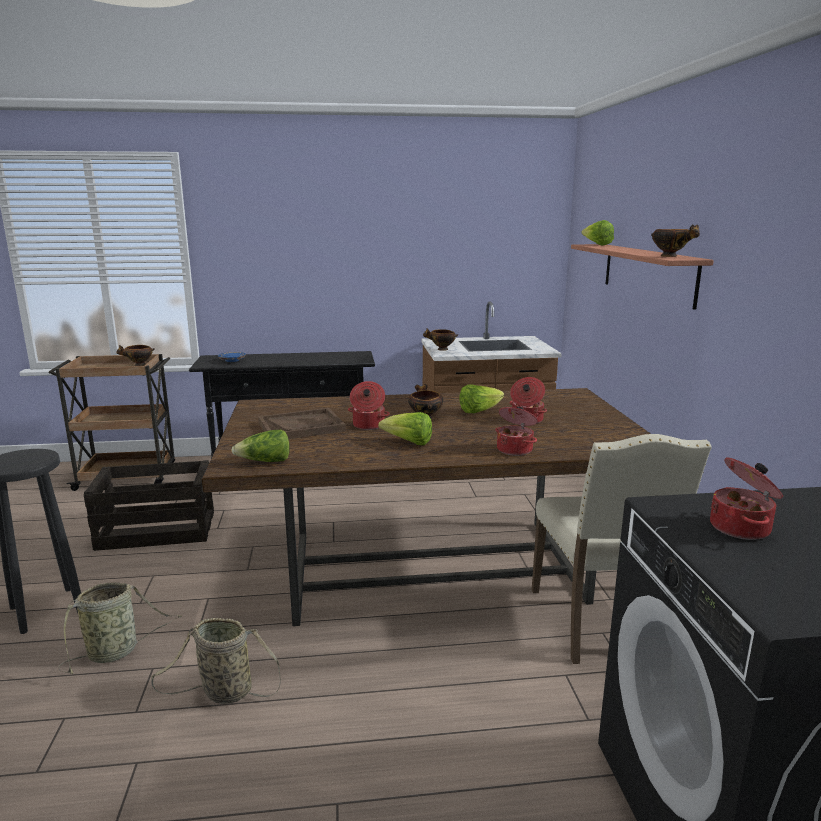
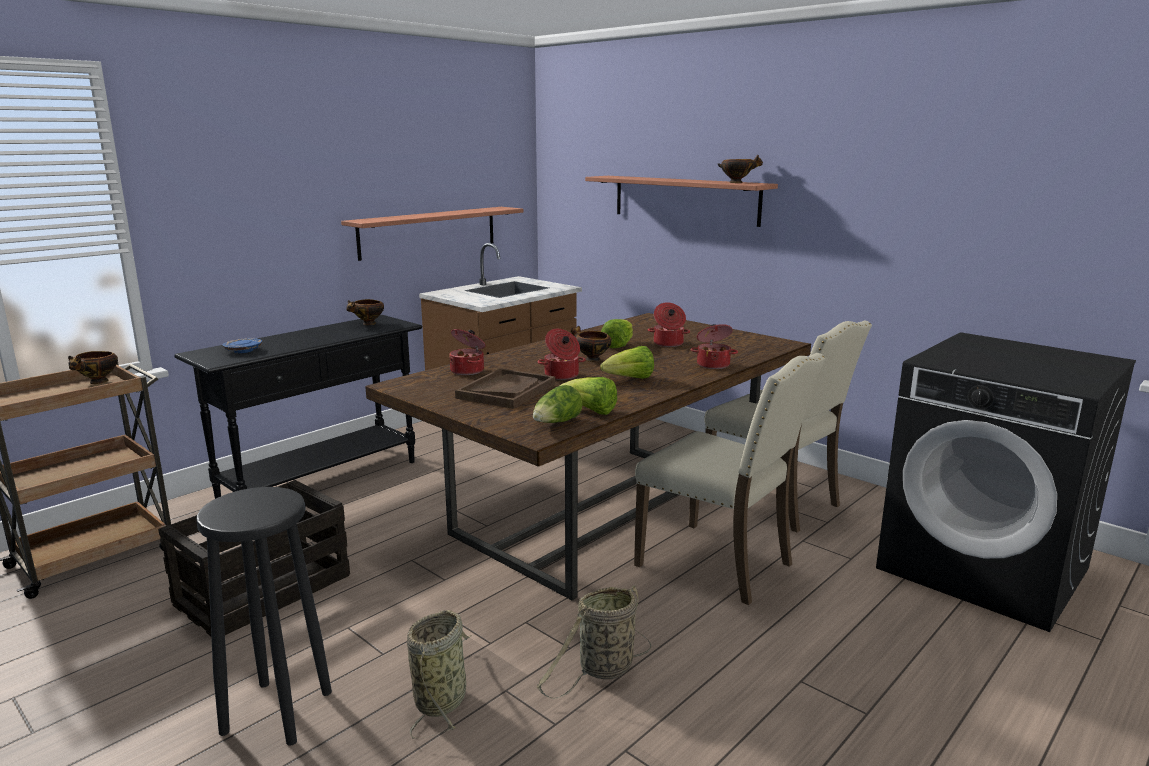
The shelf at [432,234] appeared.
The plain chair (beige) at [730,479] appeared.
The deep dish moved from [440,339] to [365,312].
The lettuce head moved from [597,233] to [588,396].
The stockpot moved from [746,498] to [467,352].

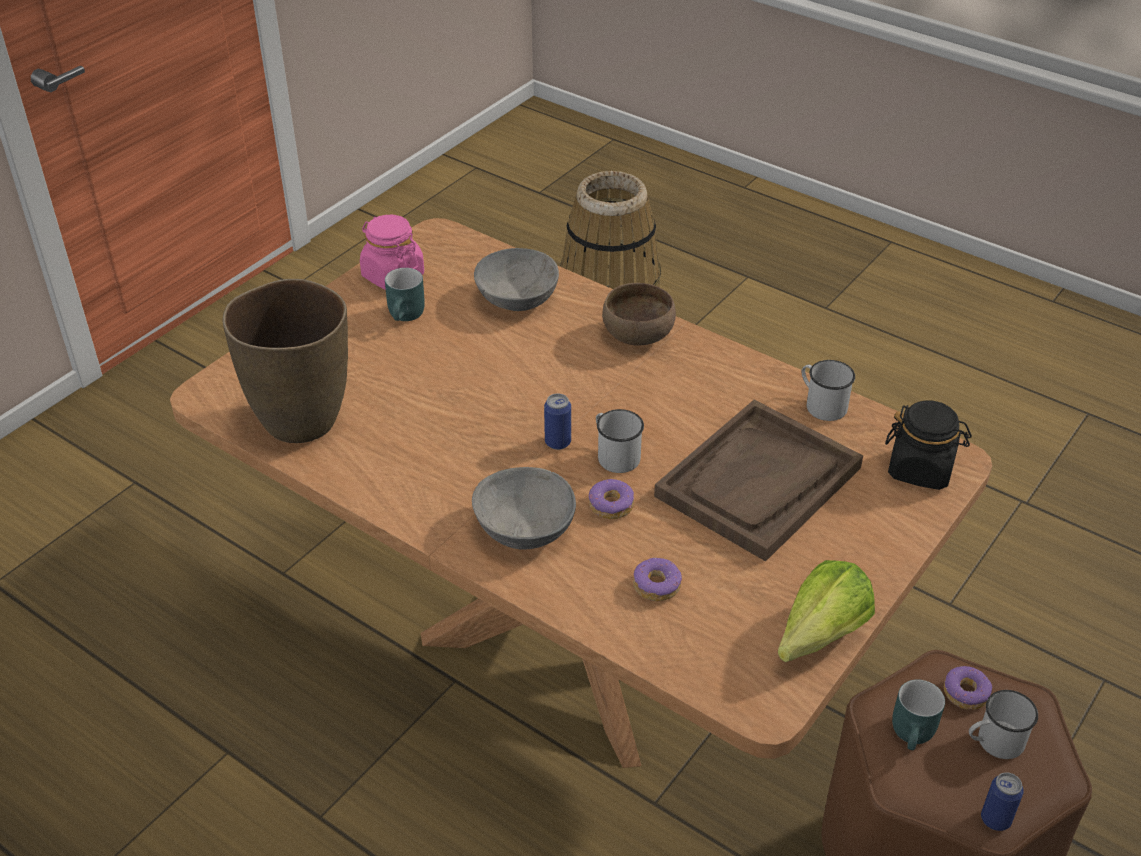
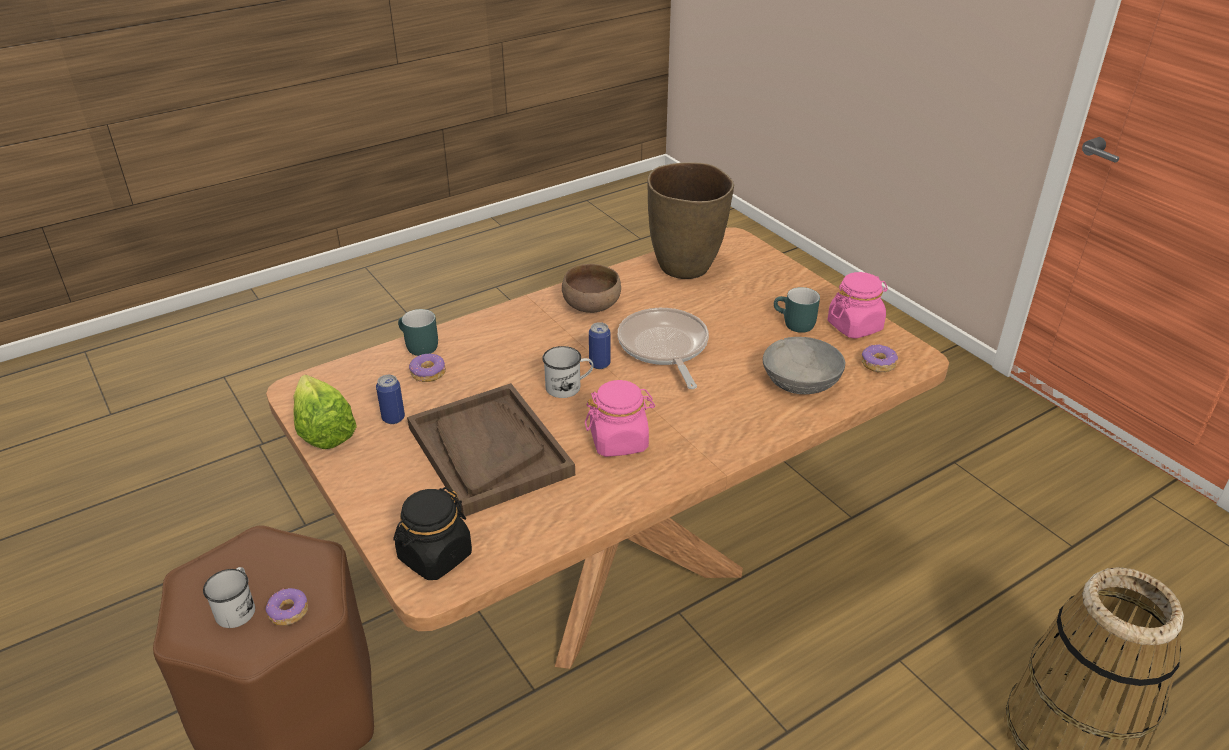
The deep dish (greyish) at [524,508] disappeared.
The tea mug (whitish) at [828,390] disappeared.
The preserve jar (pink-coloured) at [620,418] appeared.
The pan at [663,348] appeared.
The doughnut moved from [611,499] to [879,358].
The deep dish (brown-coloured) moved from [639,314] to [591,288].
The tea mug (blue-green) moved from [918,714] to [418,332].
The metal can moved from [1002,801] to [390,399].

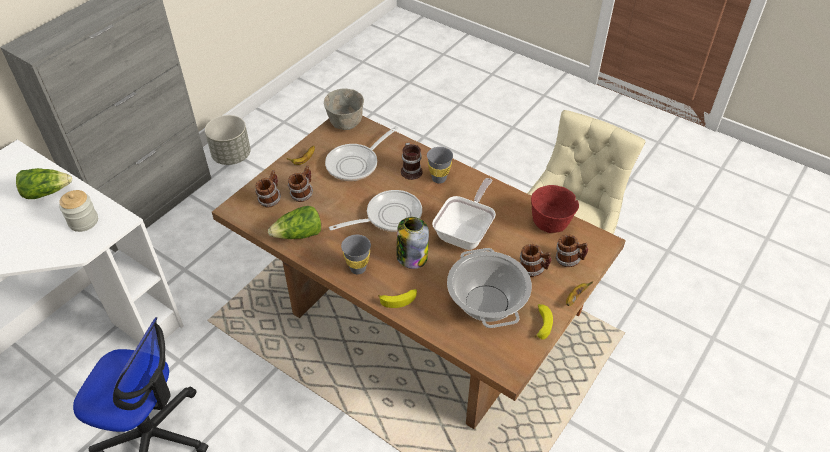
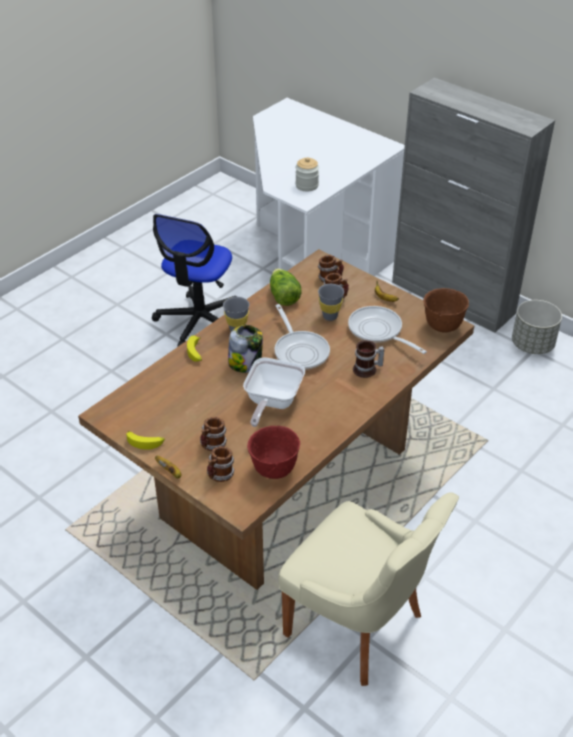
The lettuce head at [44,183] disappeared.
The stockpot at [489,288] disappeared.
The small cup (greyish) moved from [440,165] to [331,302].
The deep dish (greyish) at [344,109] became the deep dish (brown-coloured) at [446,310].
The pan at [464,214] turned 75 degrees clockwise.

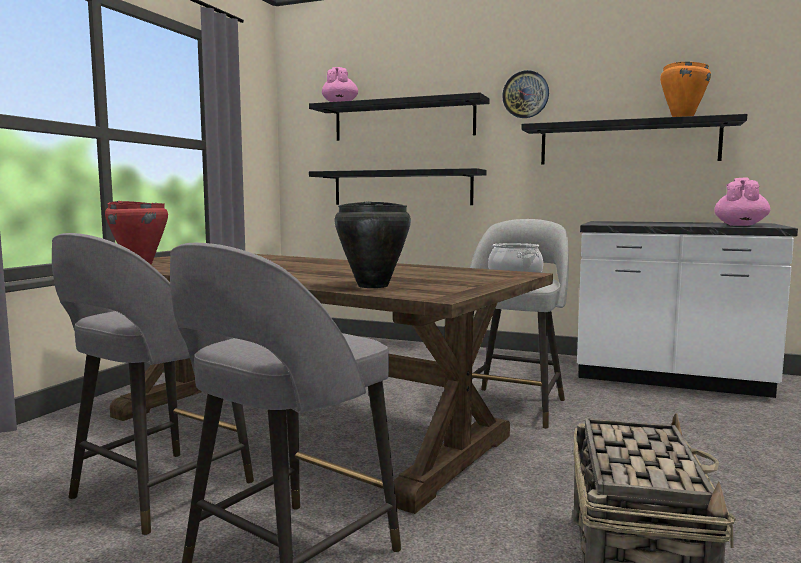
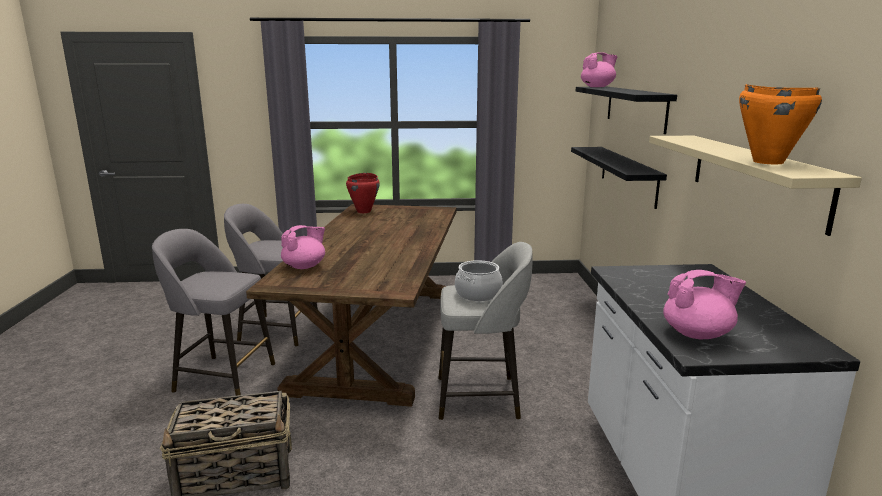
The wall clock at [525,94] disappeared.
The stockpot (black) at [373,244] was replaced by the tea pot (pink-coloured) at [303,247].
The shelf (black) at [634,139] became the shelf (beige) at [755,186].

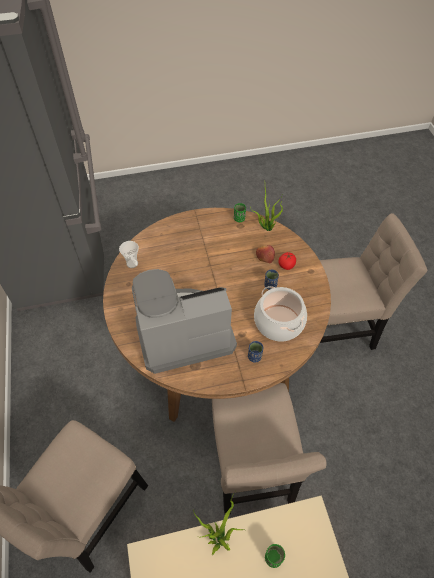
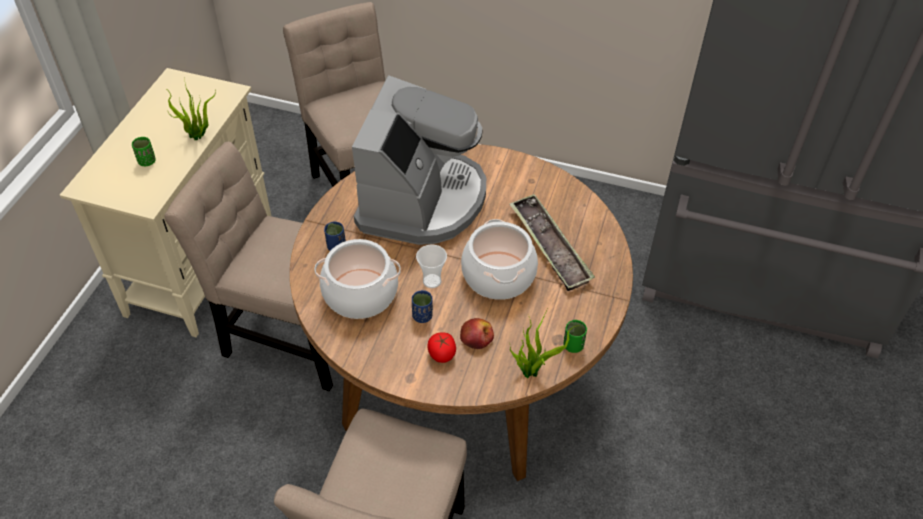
The stockpot at [499,259] appeared.
The serving tray at [552,242] appeared.
The small cup moved from [129,254] to [431,266].

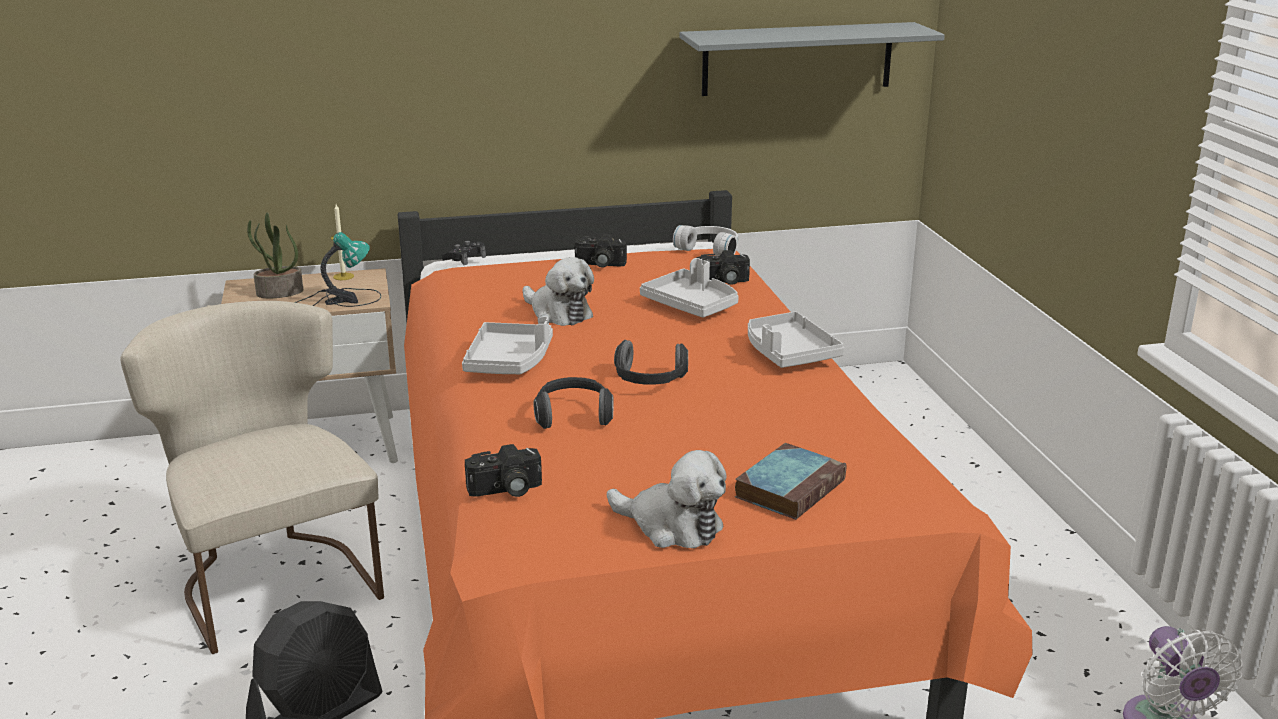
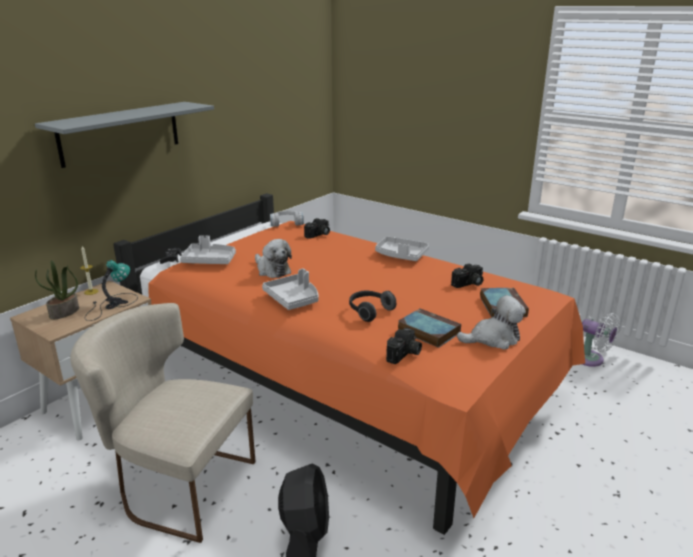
The headset at [651,362] disappeared.
The book at [429,328] appeared.
The still camera moved from [601,251] to [467,276].
The serving tray (greyish) moved from [689,288] to [208,249].
The shelf (greyish) moved from [812,59] to [124,135].
The plush toy at [558,291] turned 45 degrees clockwise.

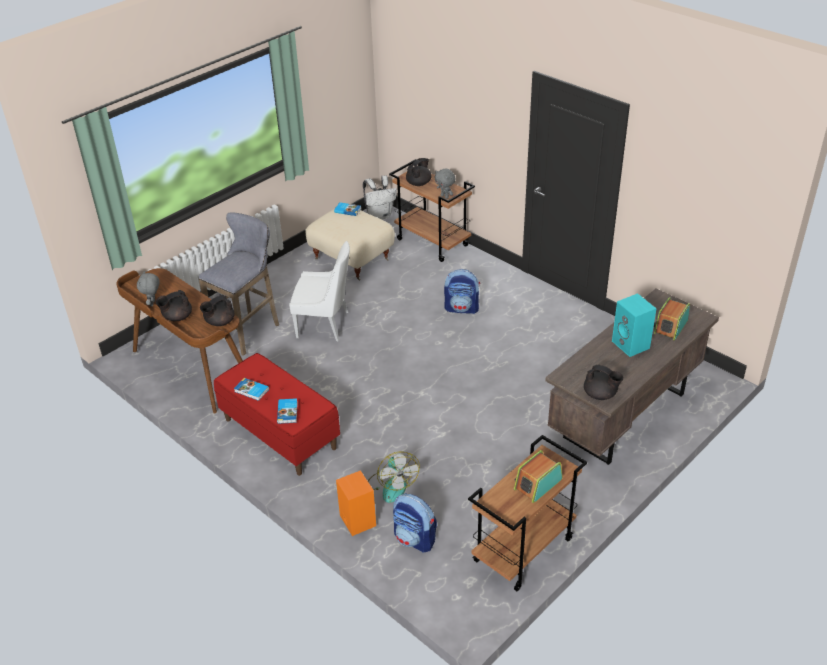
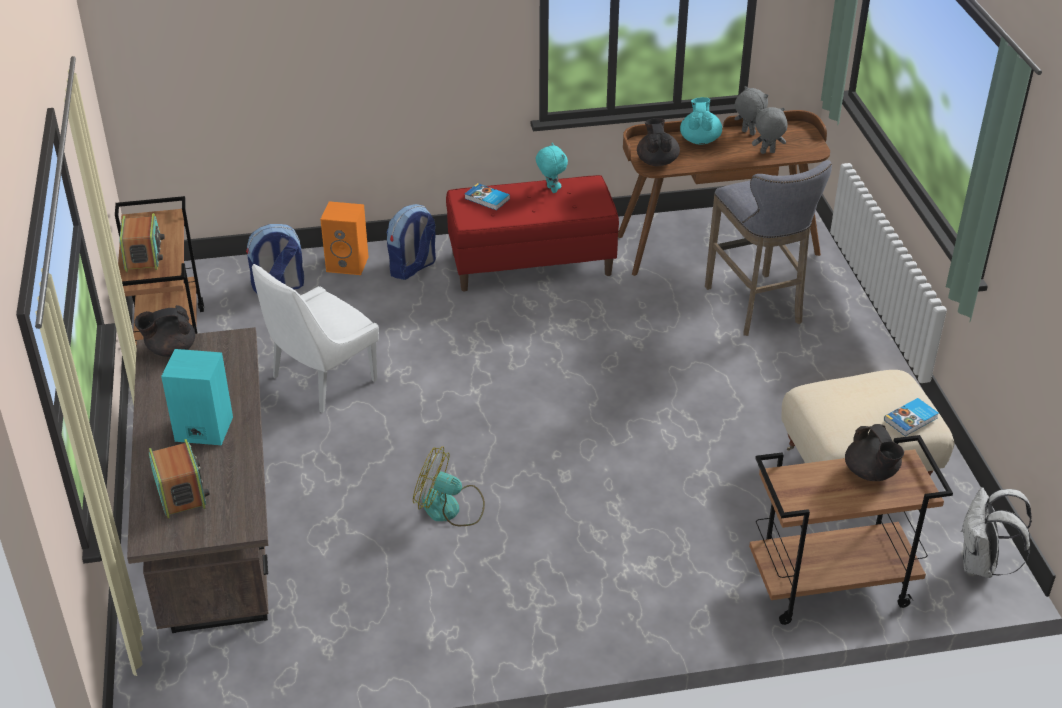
The plain chair (whitish) moved from [319,291] to [315,338].
The cooling fan moved from [394,477] to [449,486].
The plush toy (greyish) moved from [444,184] to [770,130].
The knapsack moved from [462,291] to [411,242].
The book at [251,389] was replaced by the plush toy (blue-green) at [552,168].
The tea pot (black) at [174,305] became the tea pot (blue-green) at [701,121].

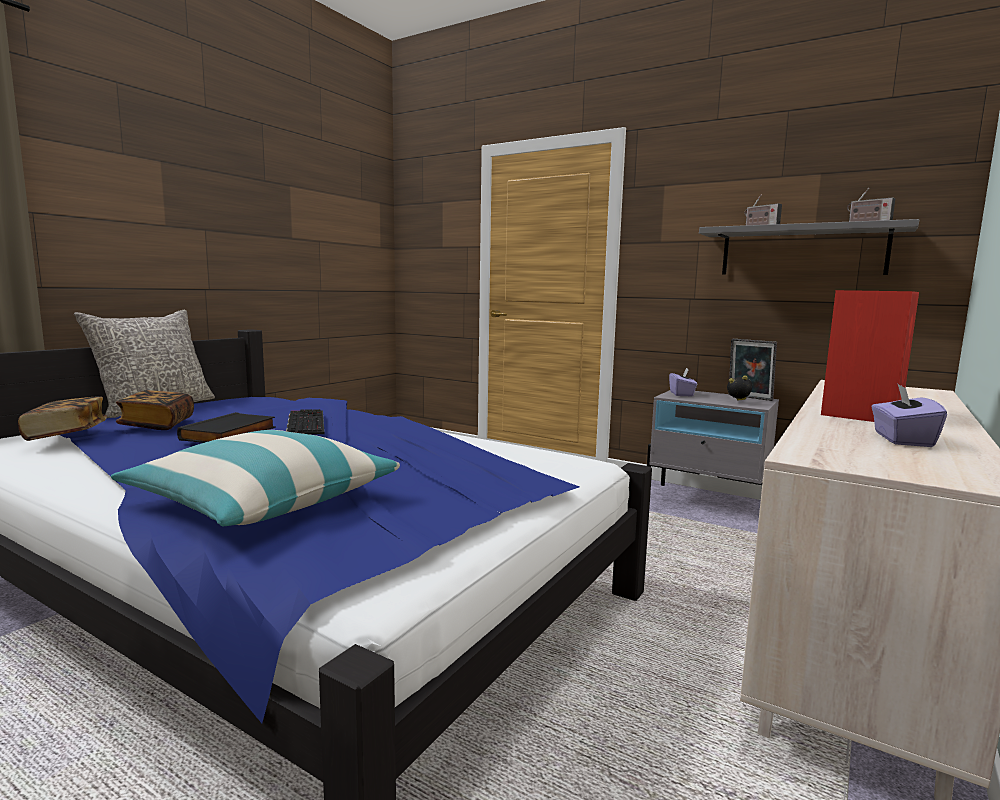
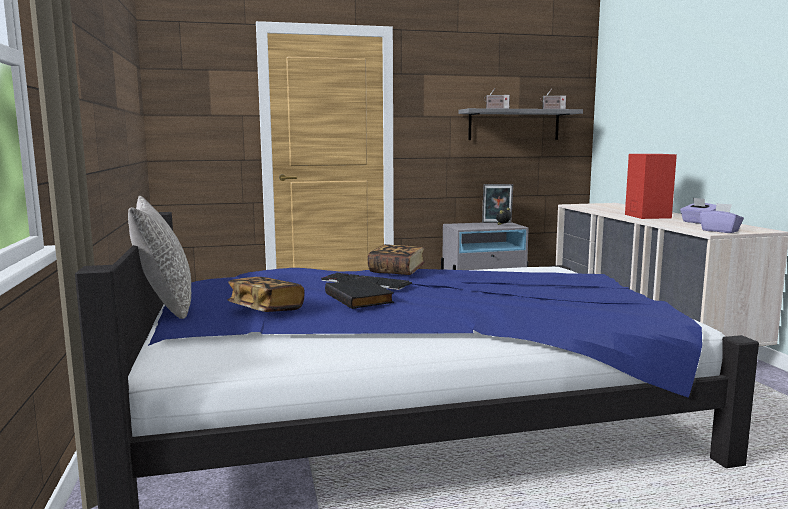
The throw pillow at [255,478] disappeared.
The book moved from [62,418] to [396,259].
The tissue box (purplish) moved from [683,382] to [721,218].

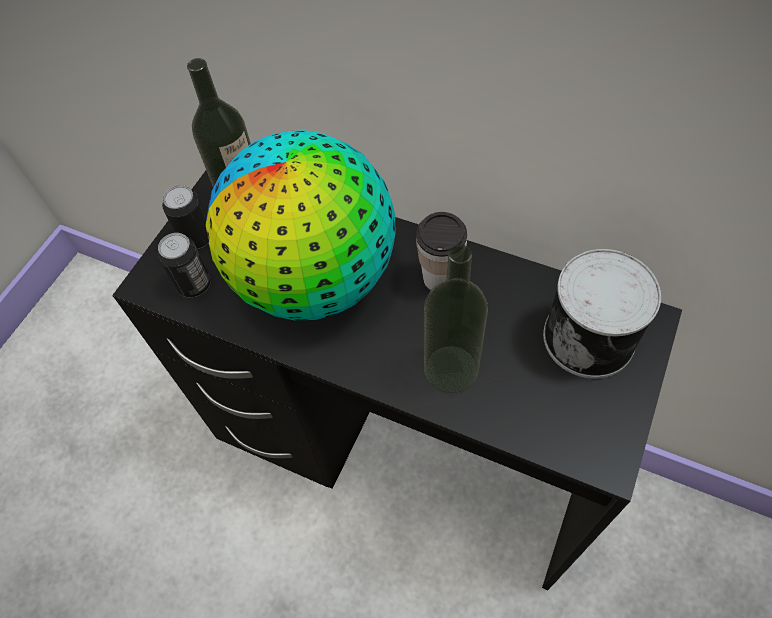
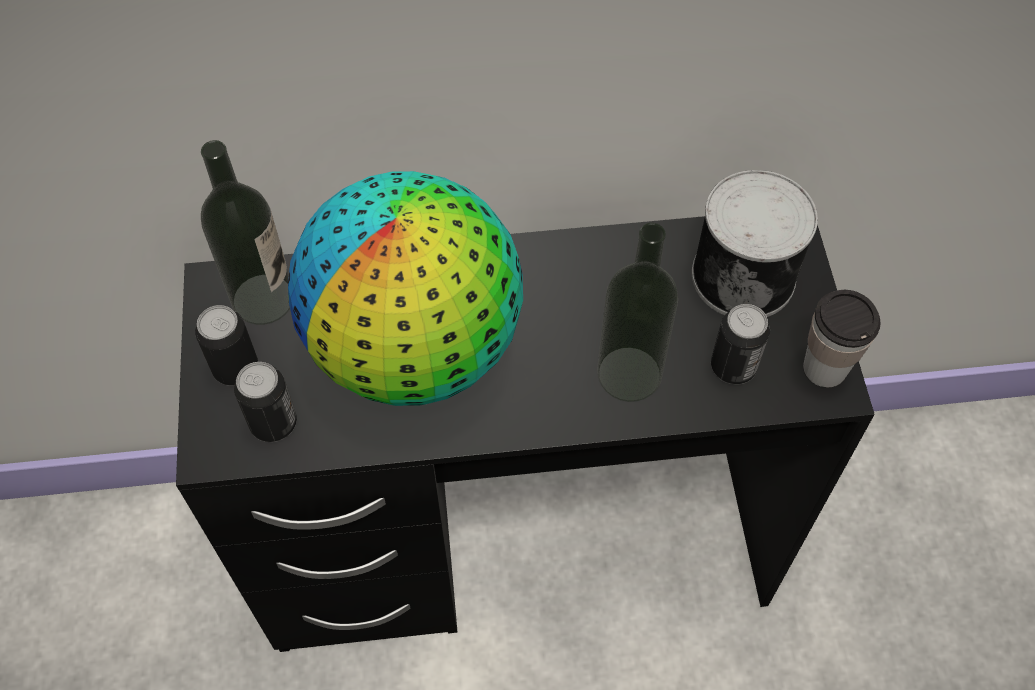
The metal can at [740,344] appeared.
The small cup moved from [441,251] to [842,338].

